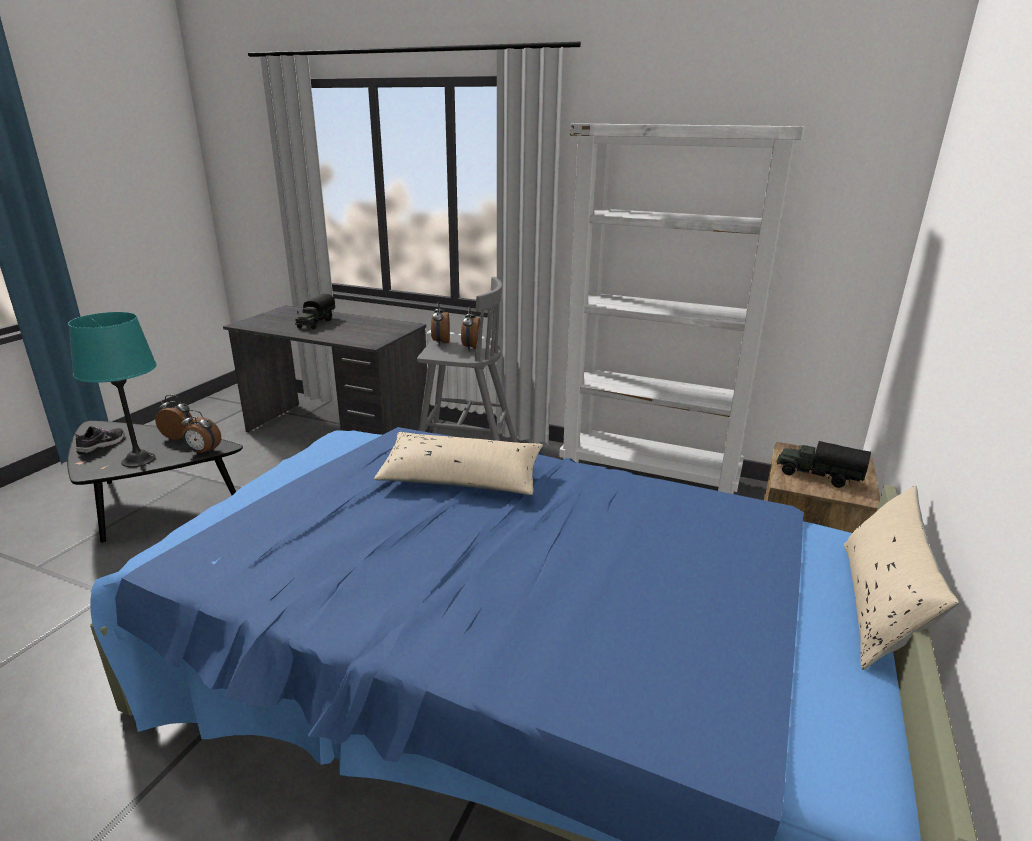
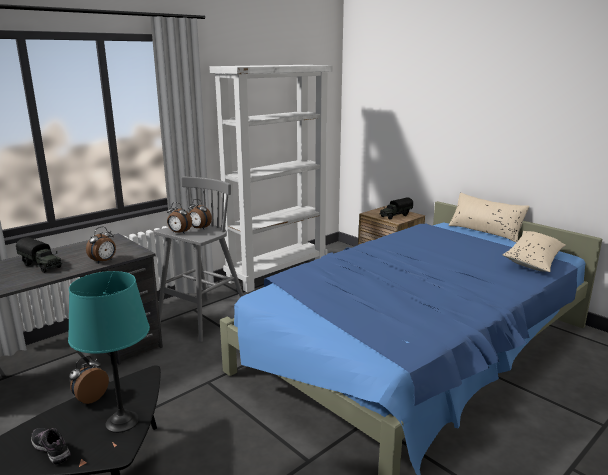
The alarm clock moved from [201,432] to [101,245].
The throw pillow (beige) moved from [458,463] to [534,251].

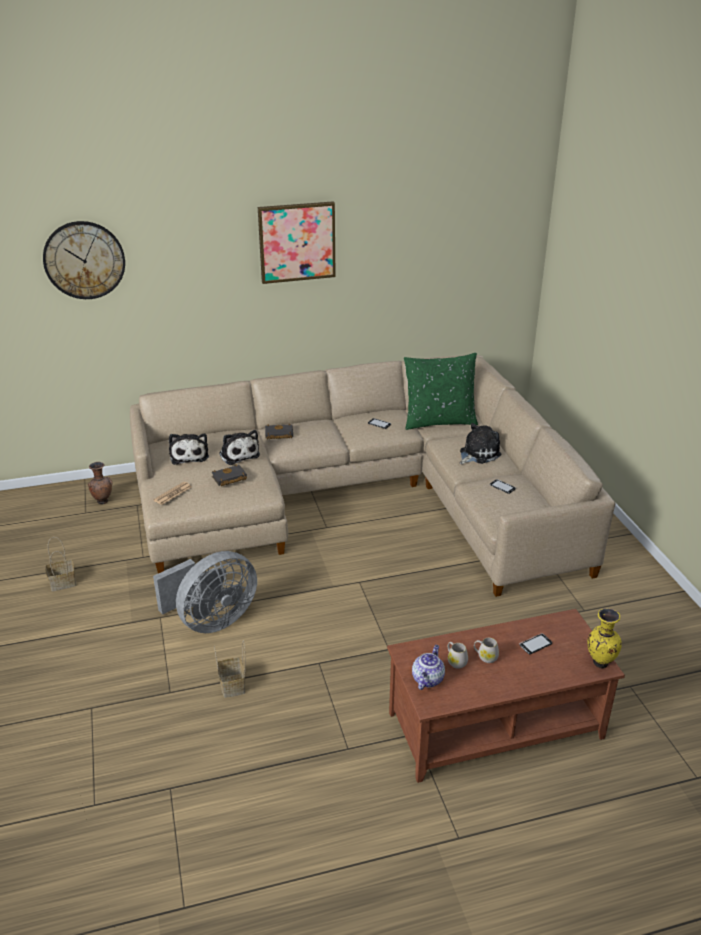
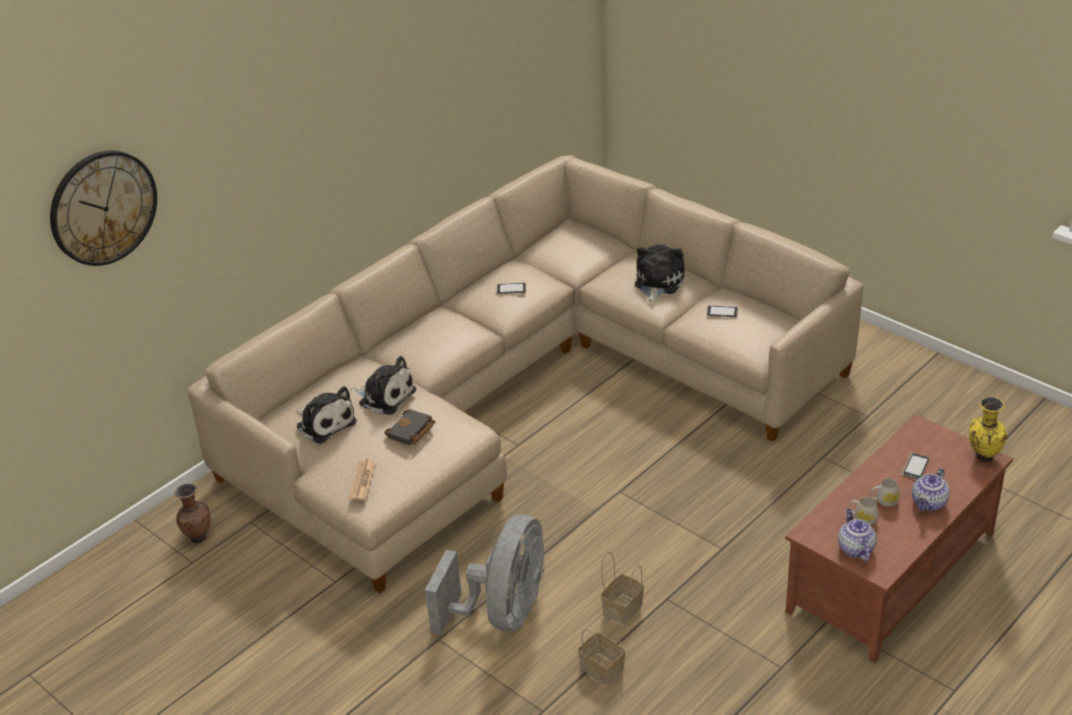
The wall picture at [297,242] disappeared.
The book (black) at [279,431] disappeared.
The throw pillow (green) at [441,391] disappeared.
The tea pot at [931,489] appeared.
The storage basket moved from [60,564] to [622,588].

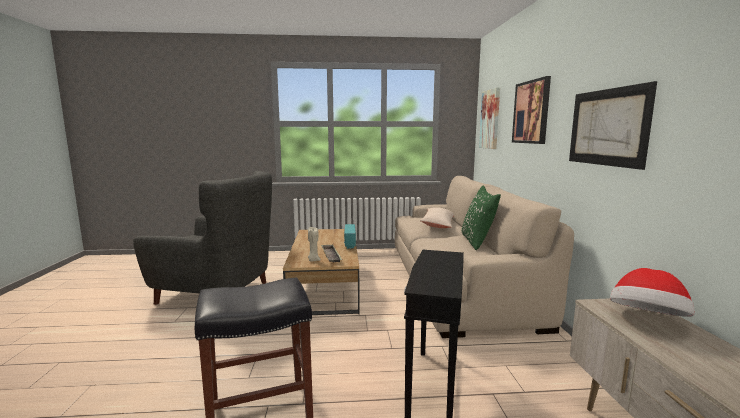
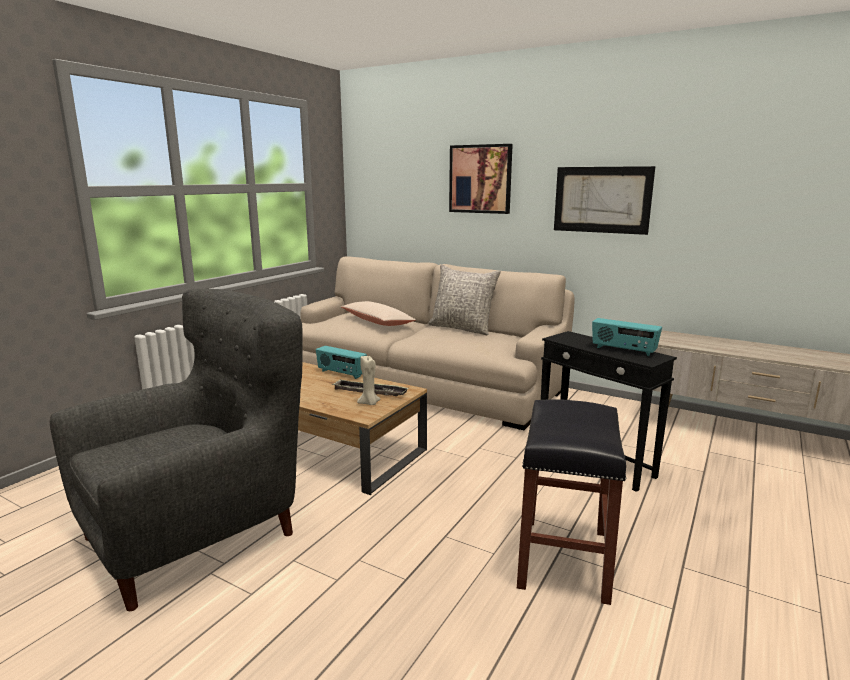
The wall picture at [489,118] disappeared.
The wearable hat at [652,292] disappeared.
The radio set at [627,337] appeared.
The throw pillow (green) at [481,217] became the throw pillow (greyish) at [464,299].

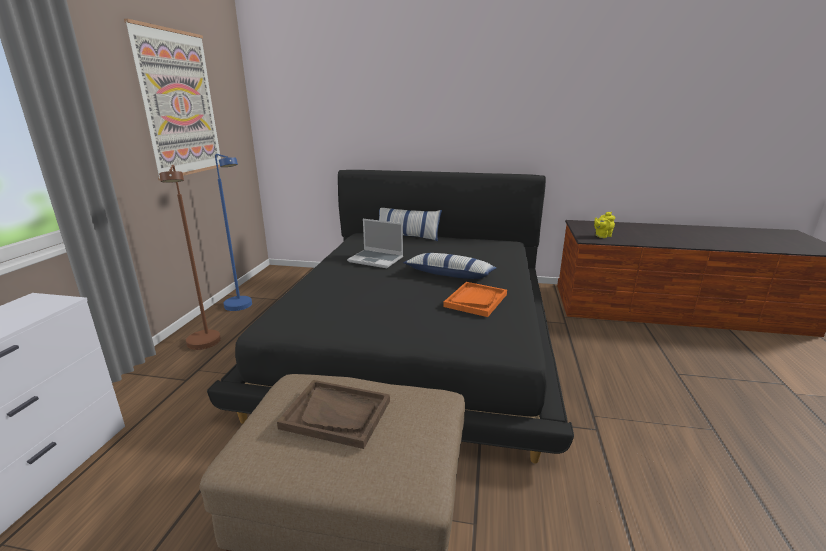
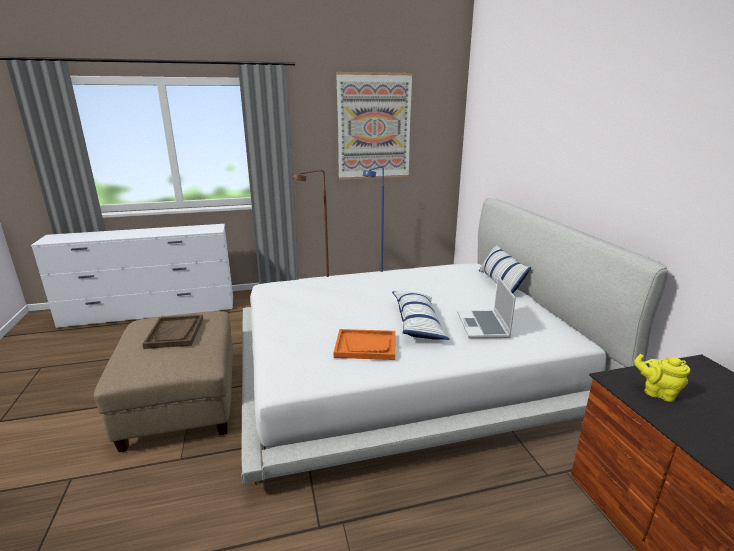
The laptop moved from [375,243] to [486,307].
The bedroom bed (black) at [390,316] became the bedroom bed (whitish) at [454,341].

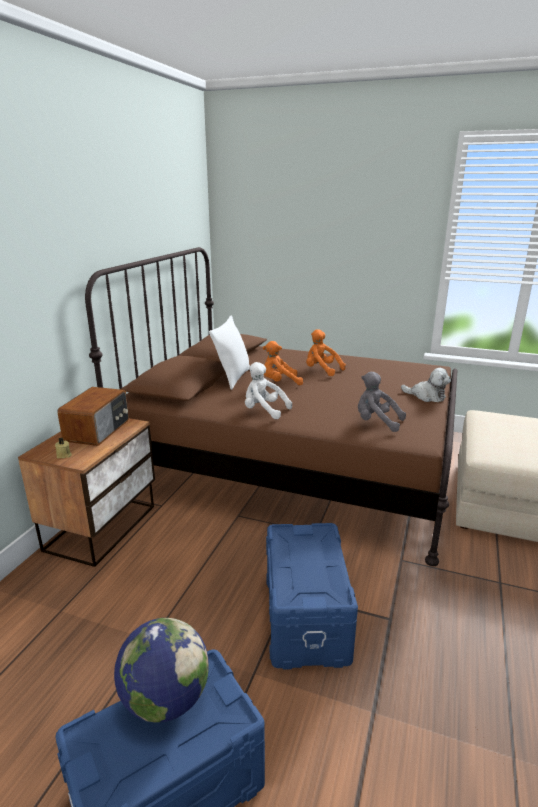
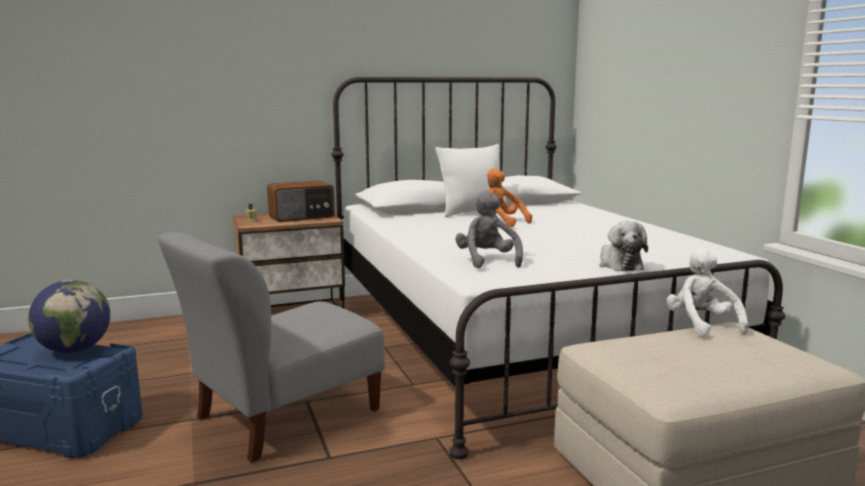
The plush toy (orangey) at [326,352] disappeared.
The plush toy (whitish) moved from [268,390] to [707,292].
The storage container (blue) at [312,596] was replaced by the plain chair (greyish) at [271,347].
The bedroom bed (brown-coloured) at [271,406] became the bedroom bed (whitish) at [558,268].

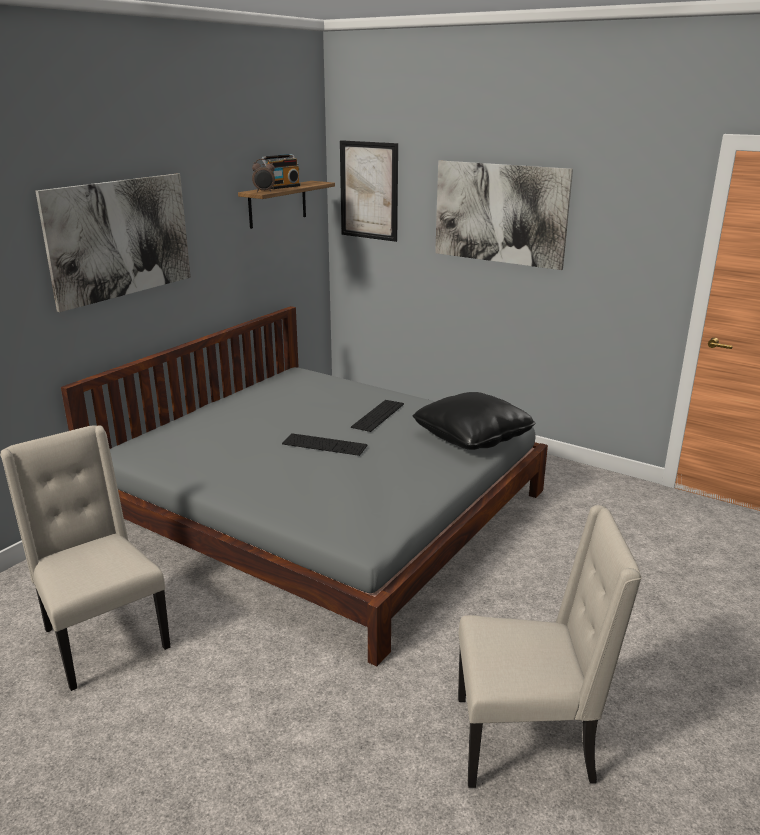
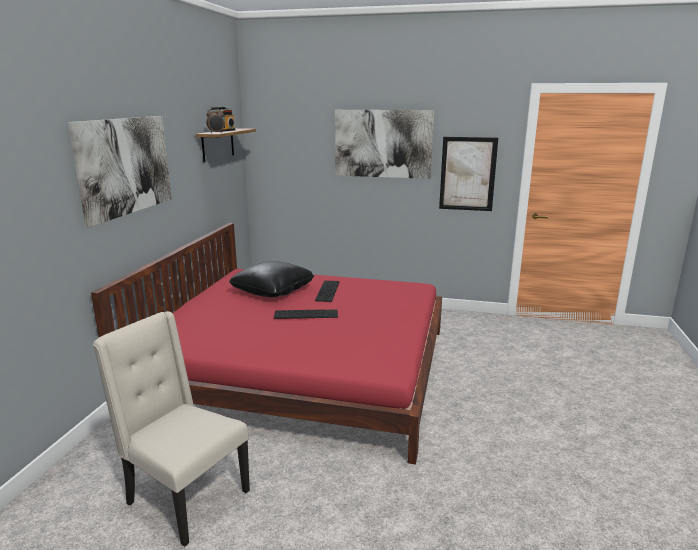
The plain chair (beige) at [550,646] disappeared.
The wall picture moved from [369,191] to [468,174].
The throw pillow (black) moved from [474,421] to [271,279].
The bedroom bed (greyish) at [304,486] became the bedroom bed (red-coloured) at [266,344].

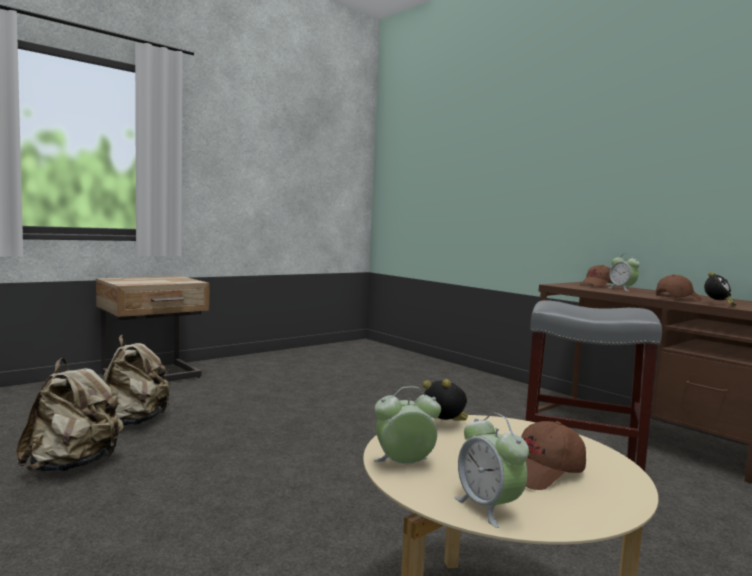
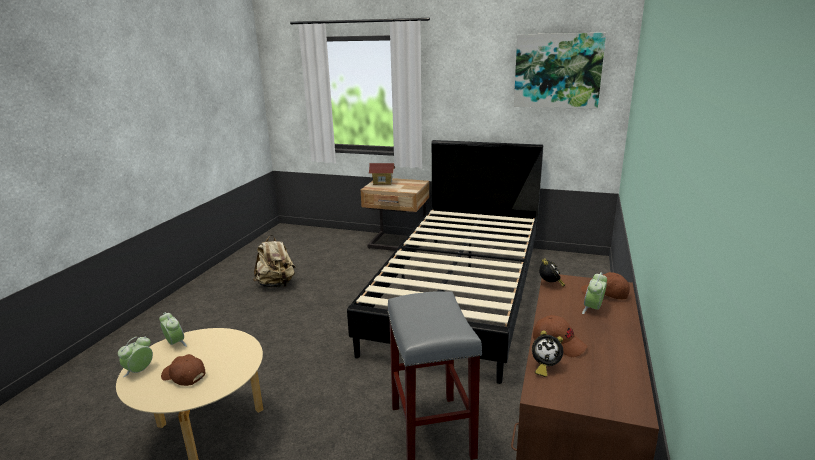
The knapsack (beige) at [137,380] disappeared.
The bedroom bed (black) at [445,262] appeared.
The toy house at [382,174] appeared.
The wall picture at [560,71] appeared.
The alarm clock moved from [445,400] to [552,272].

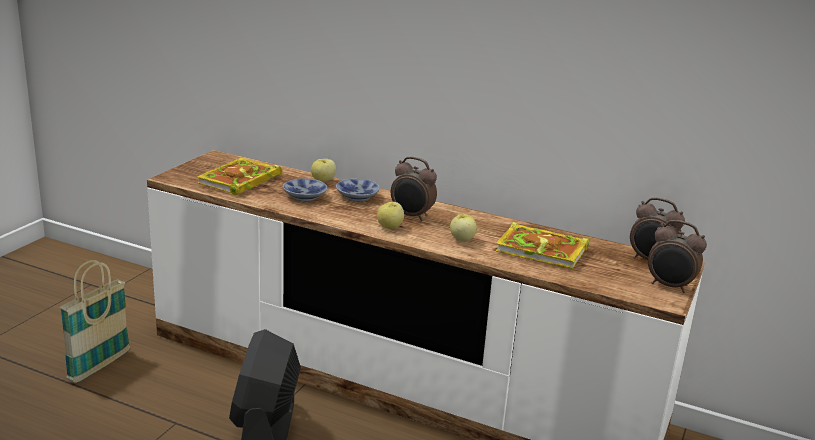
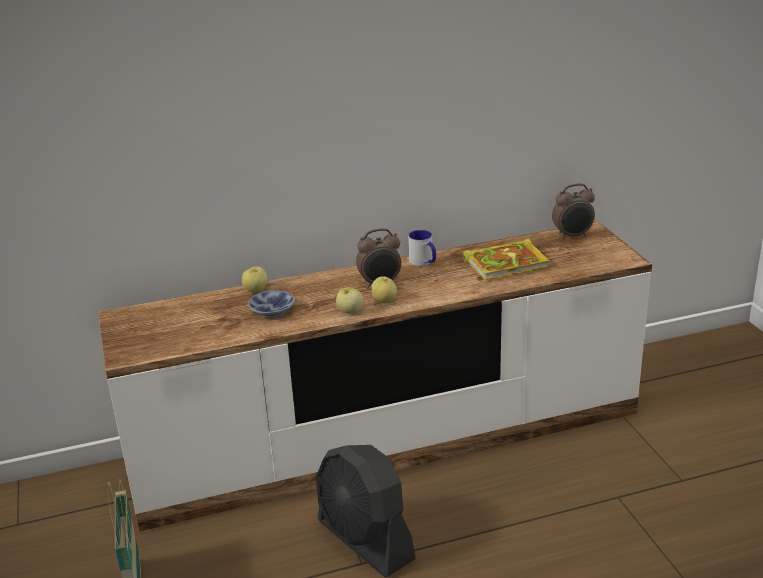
The book at [239,176] disappeared.
The deep dish at [358,190] disappeared.
The alarm clock at [677,256] disappeared.
The tea mug at [422,248] appeared.
The whole apple moved from [463,228] to [350,300].

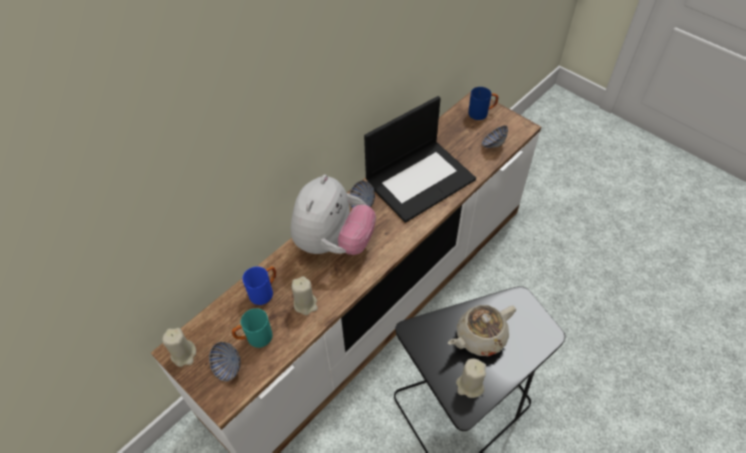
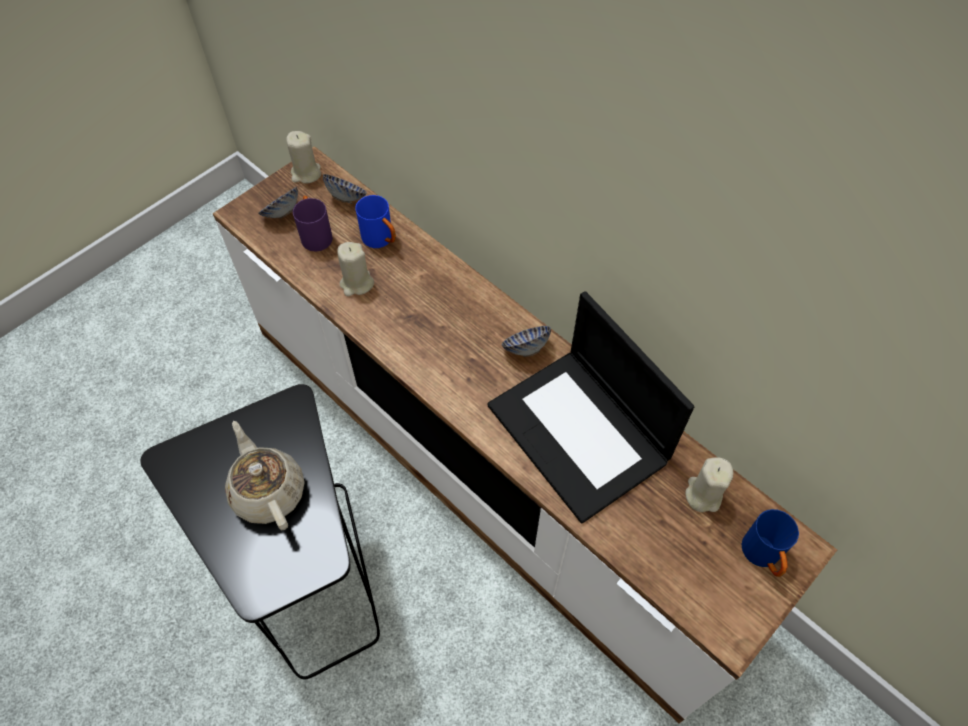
The plush toy at [333,215] disappeared.
The wax candle (beige) moved from [471,378] to [709,484].
The deep dish moved from [495,136] to [345,189].
The tea mug (blue-green) at [252,328] became the tea mug (purplish) at [313,224].

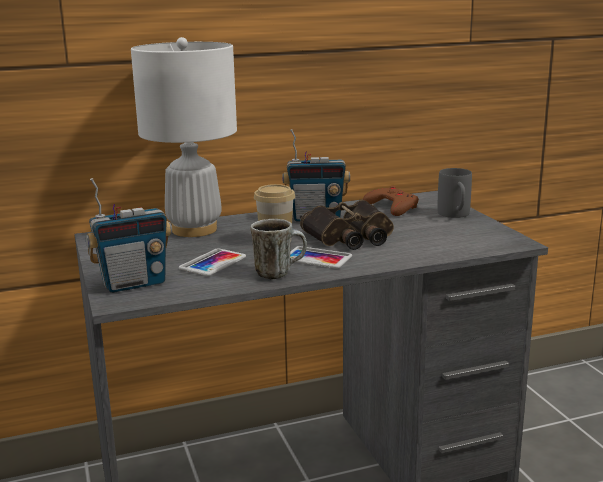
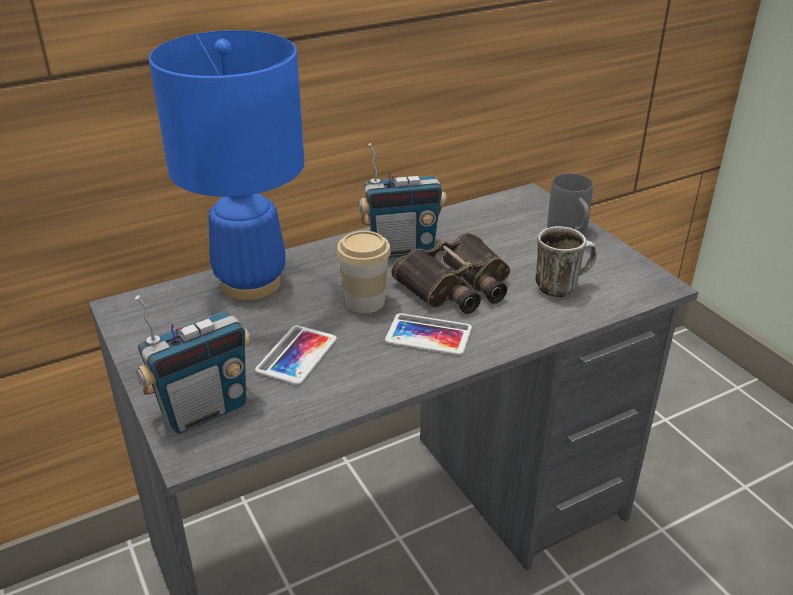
The game controller (brown-coloured) at [391,201] disappeared.
The tea mug moved from [279,249] to [566,261].
The lamp for a table (whitish) at [184,137] became the lamp for a table (blue) at [226,165].

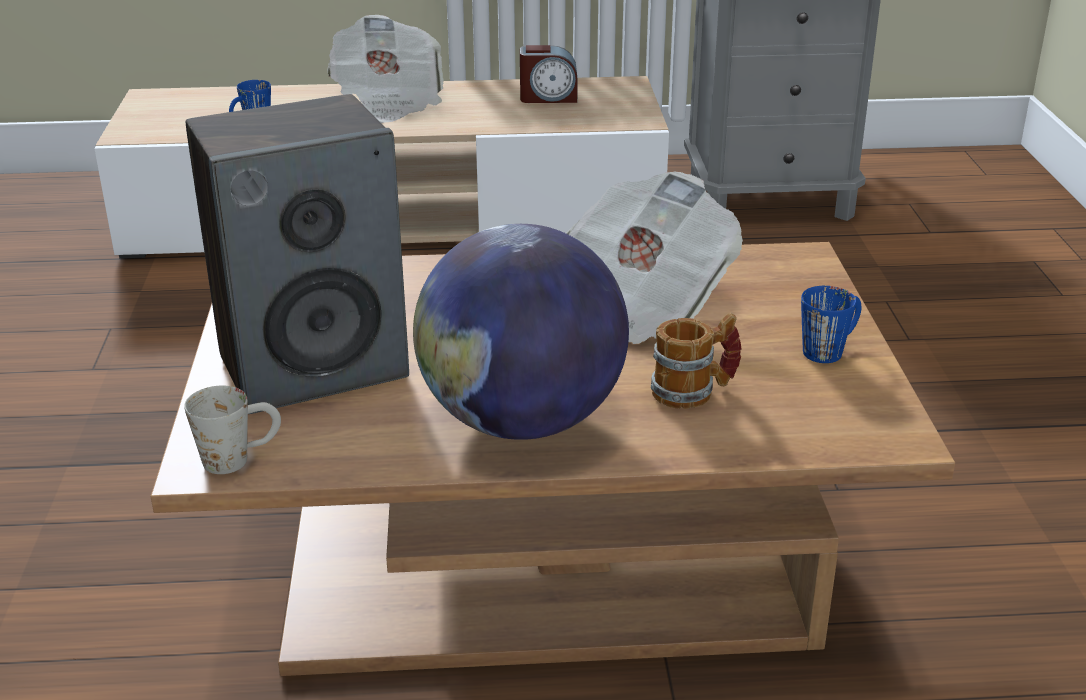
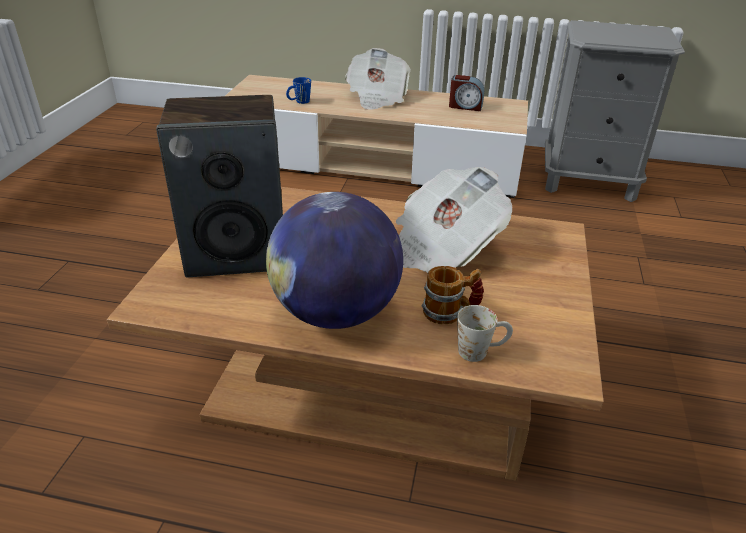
The tea mug (blue) at [831,324] disappeared.
The tea mug (whitish) moved from [232,429] to [485,333].

